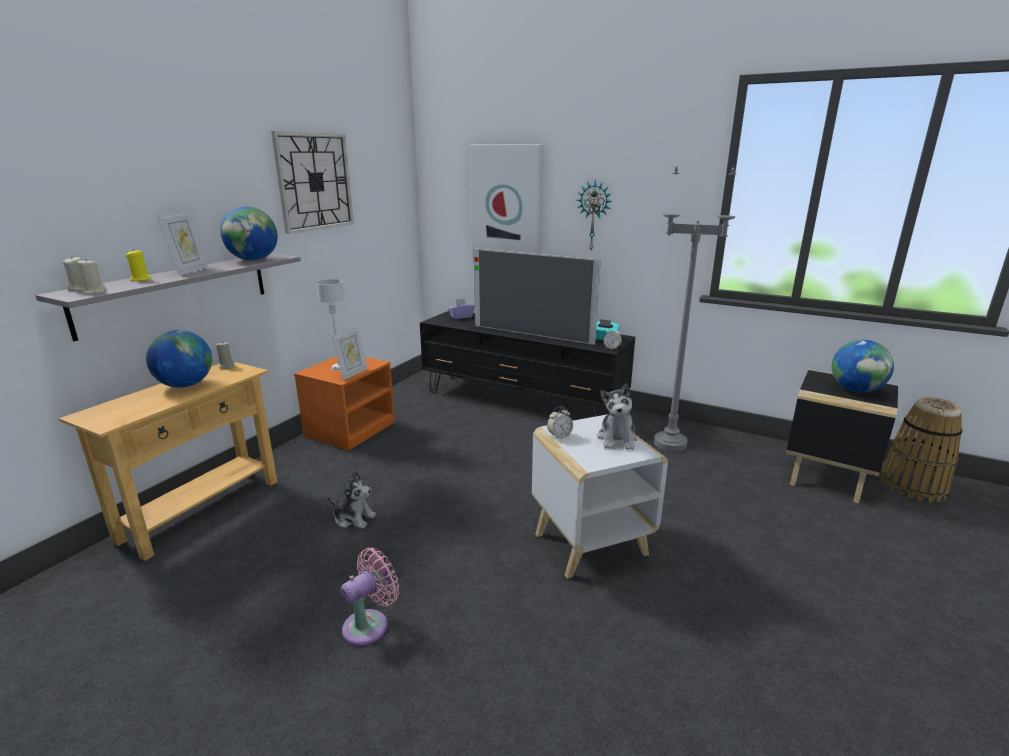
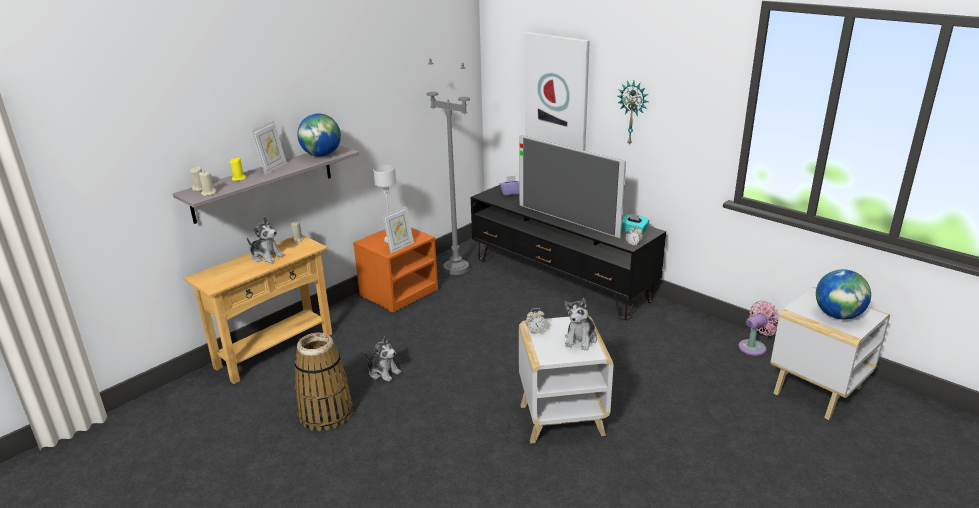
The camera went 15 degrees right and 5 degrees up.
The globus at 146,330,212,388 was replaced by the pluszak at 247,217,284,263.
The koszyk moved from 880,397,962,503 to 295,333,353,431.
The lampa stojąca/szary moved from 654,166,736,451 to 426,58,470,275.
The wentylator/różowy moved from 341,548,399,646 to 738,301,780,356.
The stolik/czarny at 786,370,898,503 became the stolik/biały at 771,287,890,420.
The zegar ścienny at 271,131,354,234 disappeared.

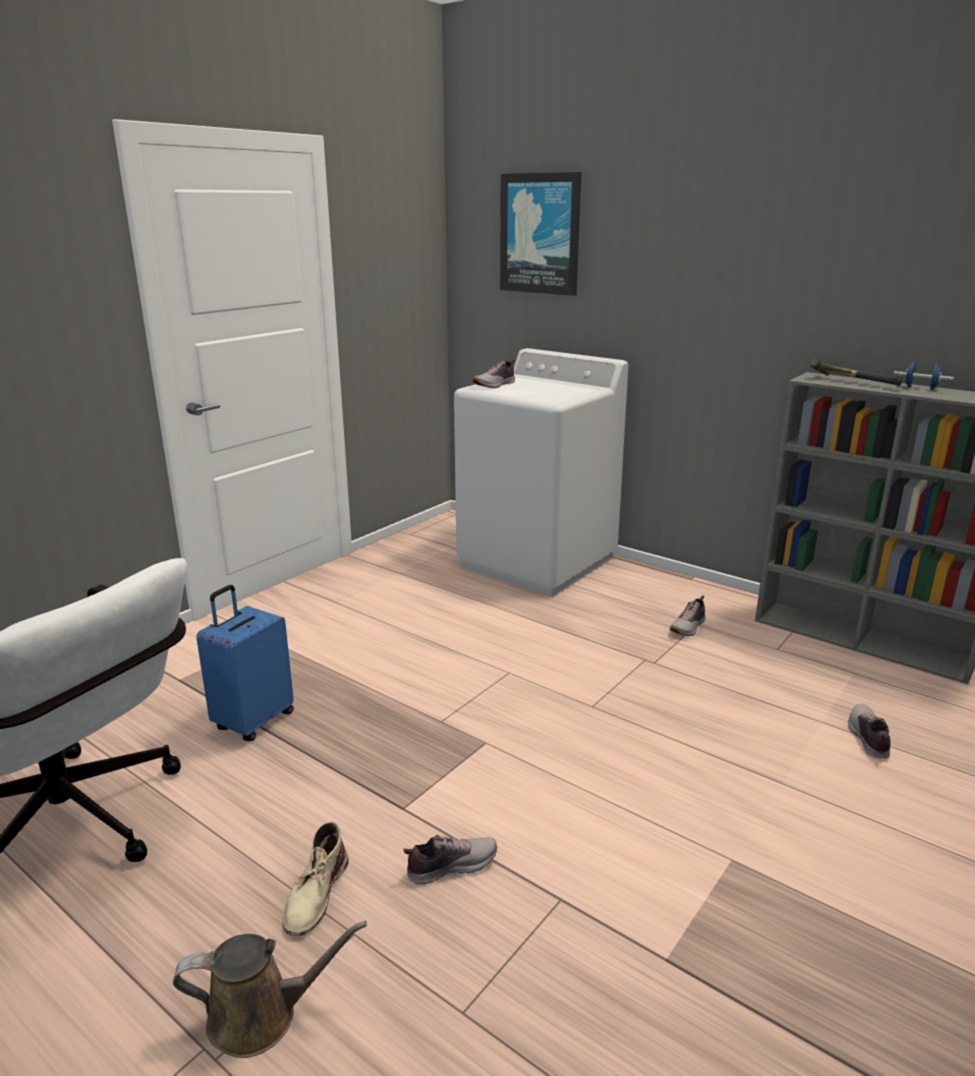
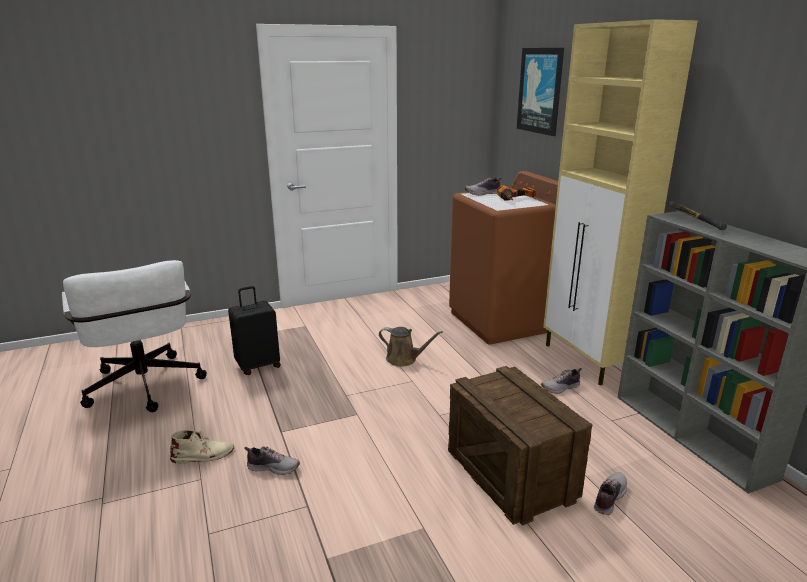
The camera went 30 degrees right and 0 degrees up.
The but z cholewką/beżowy at 283,821,349,936 turned 150 degrees counterclockwise.
The walizka/niebieski at 196,585,294,741 became the walizka/czarny at 228,286,281,375.
The konewka/brązowy moved from 173,921,367,1058 to 379,327,443,367.
The skrzynka at 448,366,593,526 appeared.
The pralka/biały at 454,348,628,597 became the pralka/brązowy at 449,171,558,345.
The wiertarka at 497,186,536,200 appeared.
The szafka/beżowy at 543,19,698,385 appeared.
The hantel/niebieski at 893,362,954,390 disappeared.

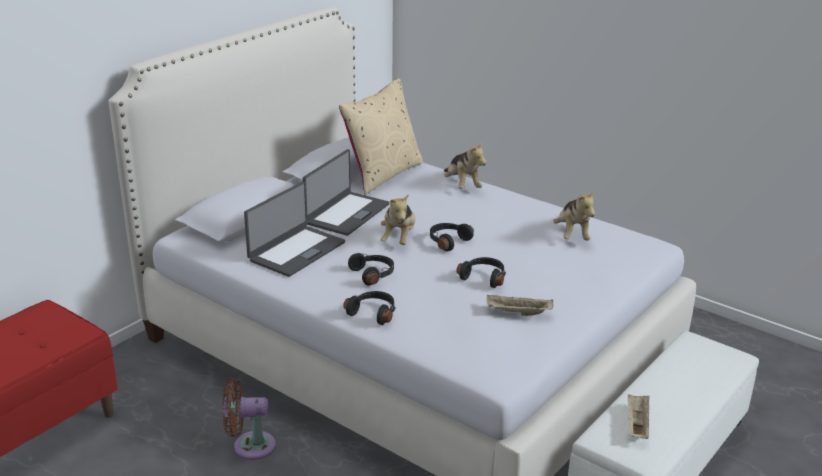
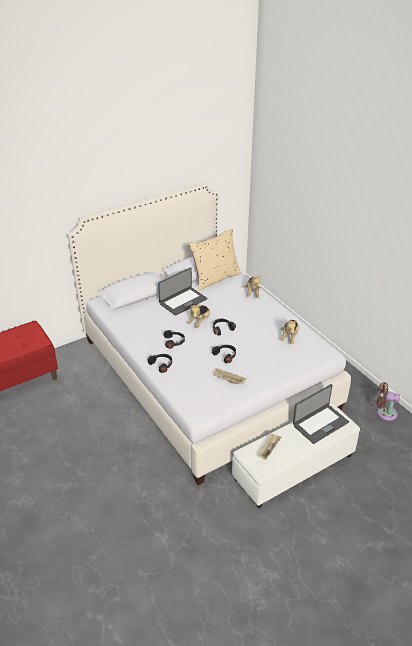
The camera went 20 degrees right and 10 degrees up.
The laptop moved from 244,181,345,277 to 293,384,349,444.
The wentylator/brązowy moved from 223,379,276,460 to 377,382,400,421.

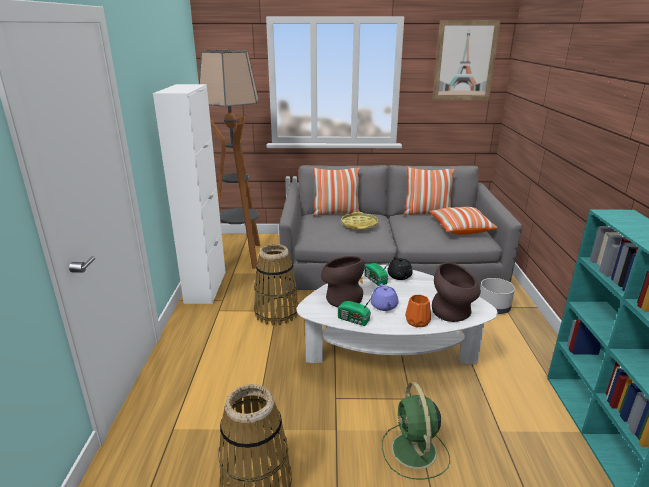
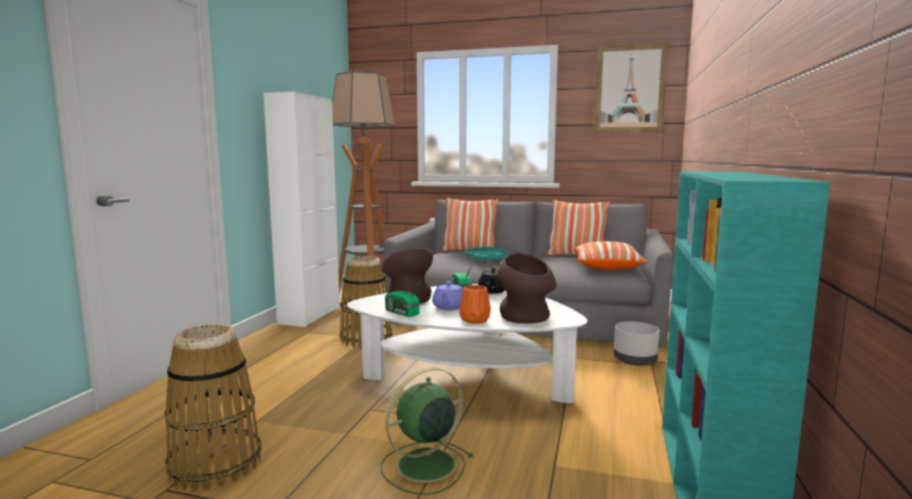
The camera went 15 degrees right and 15 degrees down.
The wentylator/zielony at 382,382,450,480 turned 45 degrees clockwise.
The taca/żółty at 341,212,378,230 became the taca/turkusowy at 464,247,508,261.

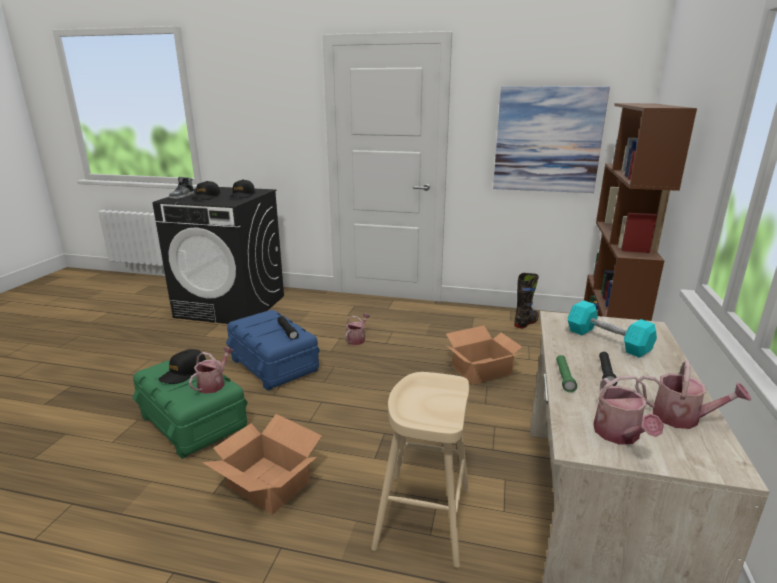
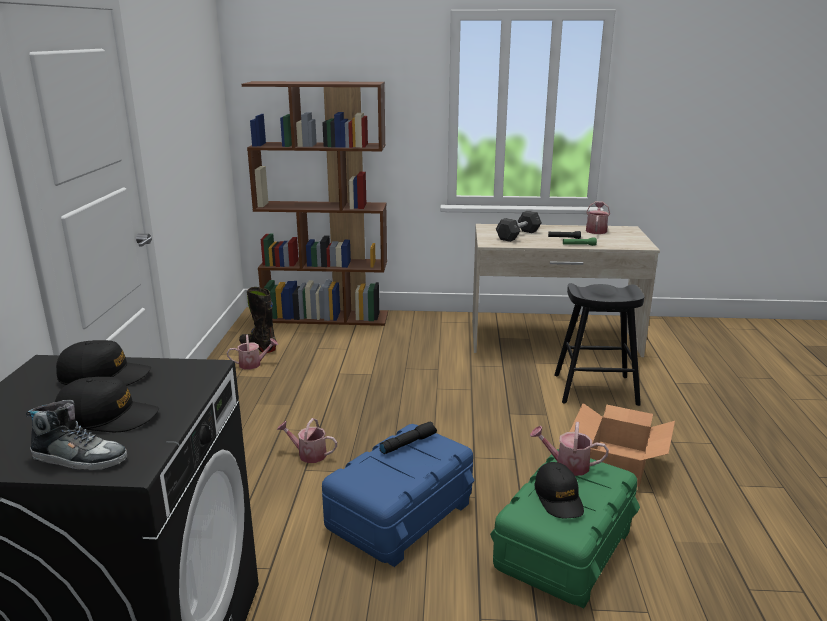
The camera went 100 degrees left and 0 degrees up.
The konewka moved from 593,375,664,445 to 227,334,278,370.
The hantel/turkusowy at 568,300,657,358 became the hantel/szary at 496,211,542,242.
The czapka z daszkiem/czarny at 158,349,206,384 turned 60 degrees clockwise.
The stołek/beżowy at 371,372,469,568 became the stołek/czarny at 554,283,644,406.
The karton at 446,326,523,385 disappeared.
The obraz at 493,86,610,193 disappeared.

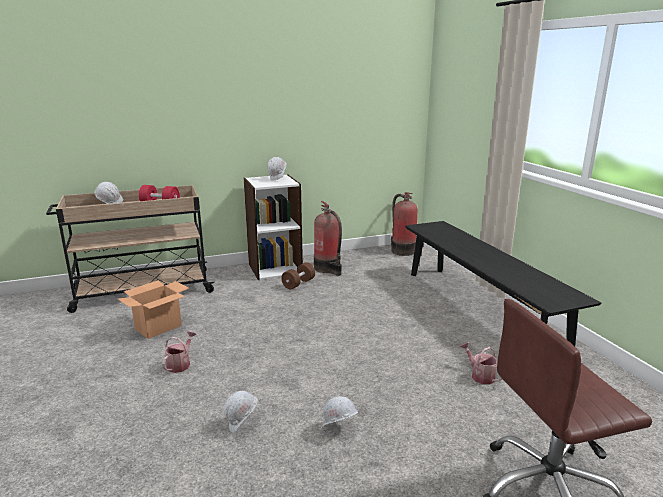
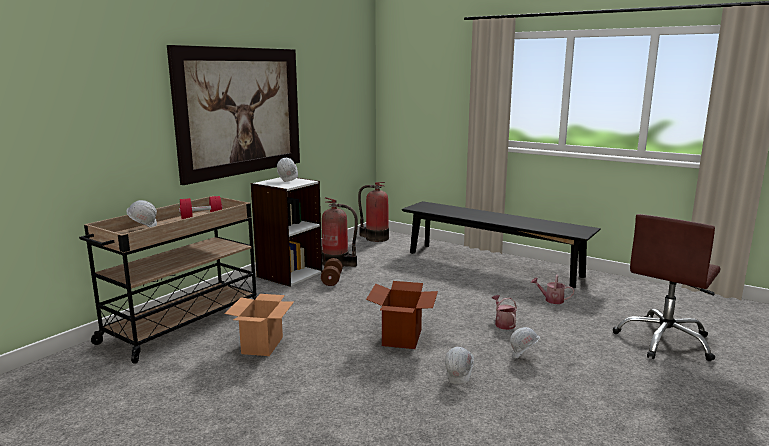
The camera went 35 degrees left and 5 degrees down.
The obraz at 167,45,300,185 appeared.
The karton at 366,281,438,349 appeared.
The konewka moved from 162,331,196,373 to 492,295,517,330.

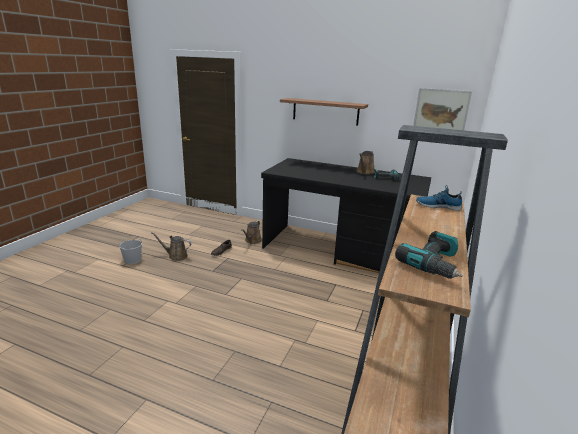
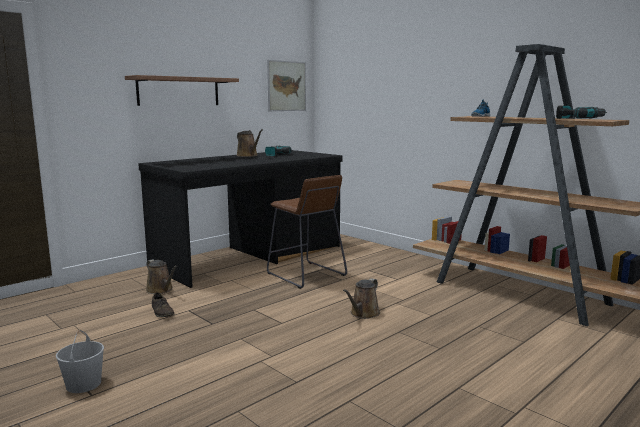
The camera went 65 degrees left and 10 degrees down.
The stołek/brązowy at 267,175,347,289 appeared.
The konewka/brązowy moved from 151,232,191,261 to 343,278,380,319.

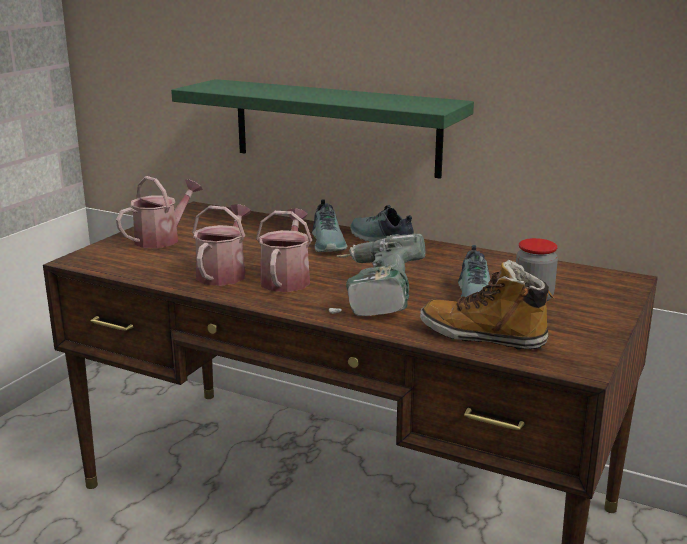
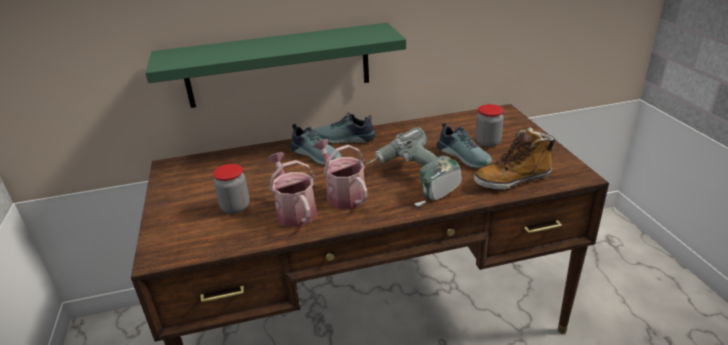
The camera went 40 degrees left and 10 degrees up.
The słoik at 213,164,250,214 appeared.
The konewka at 116,176,203,248 disappeared.

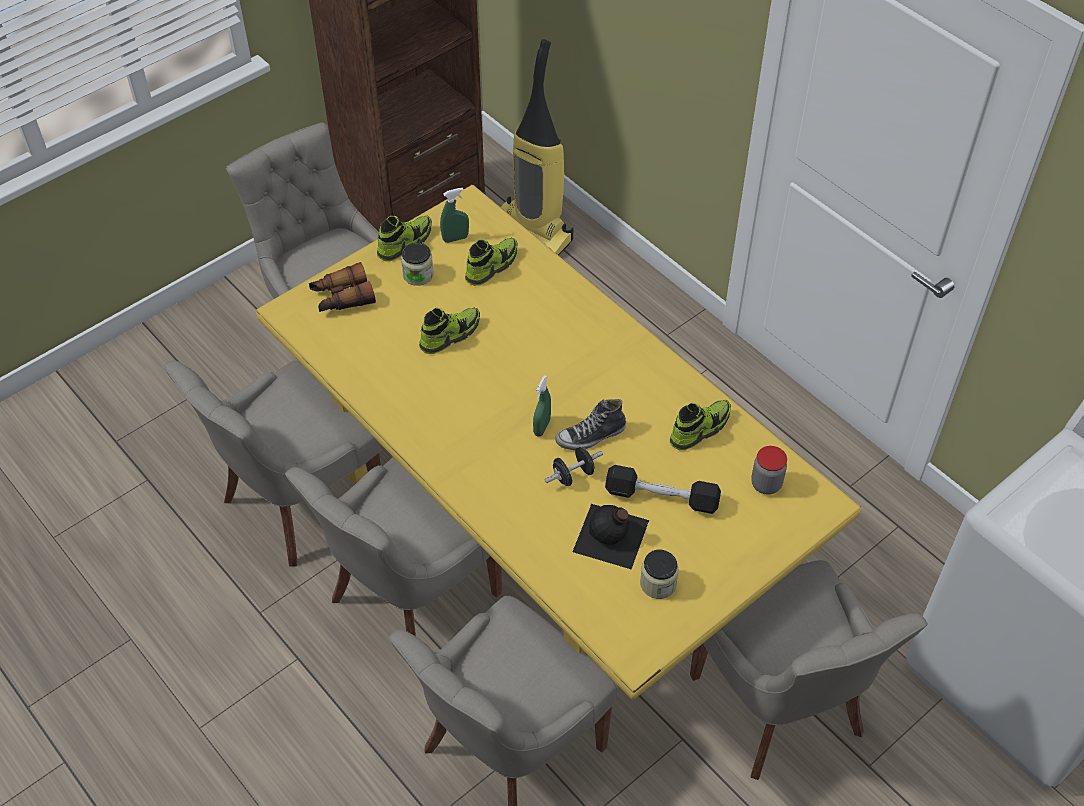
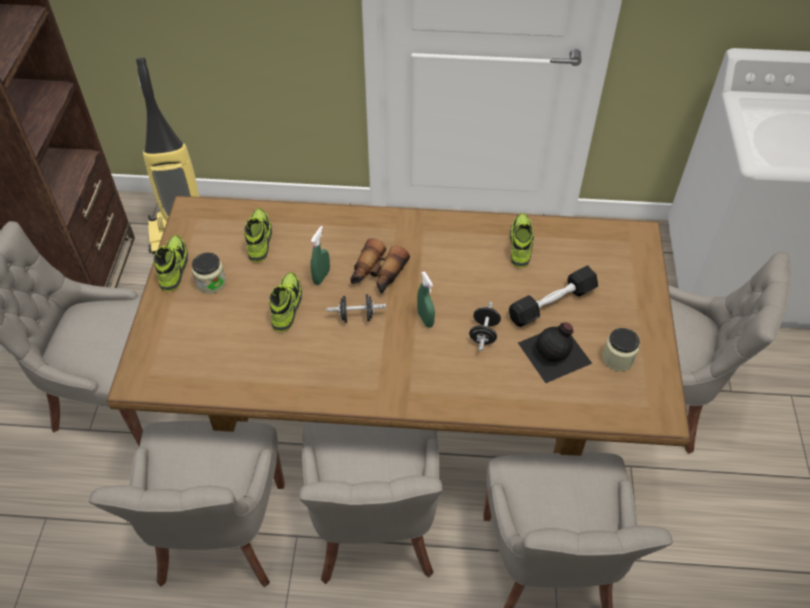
The camera went 45 degrees left and 0 degrees up.
The stół jadalny/żółty at 256,185,861,700 became the stół jadalny/brązowy at 106,196,691,456.
The spryskiwacz/zielony moved from 440,188,469,243 to 311,226,330,285.
The hantel/czarny at 327,294,386,323 appeared.
The lornetka moved from 309,262,376,312 to 350,238,410,294.
The but at 555,399,626,450 disappeared.
The słoik at 751,446,787,495 disappeared.

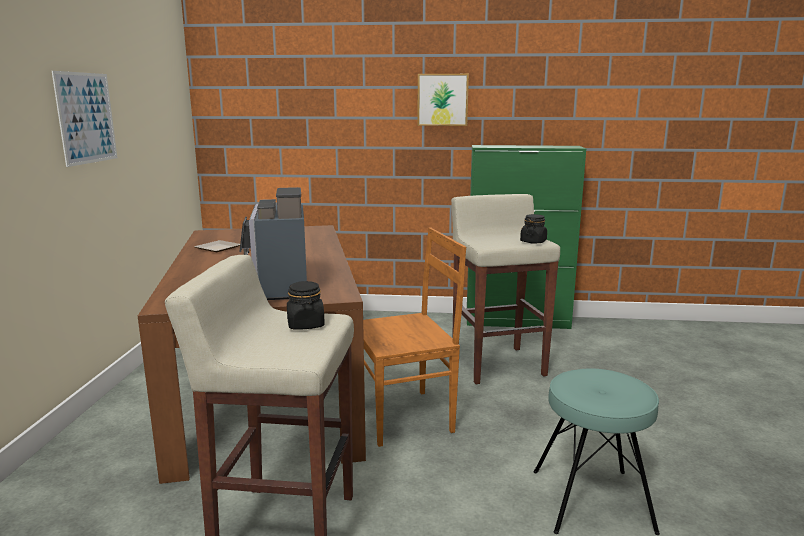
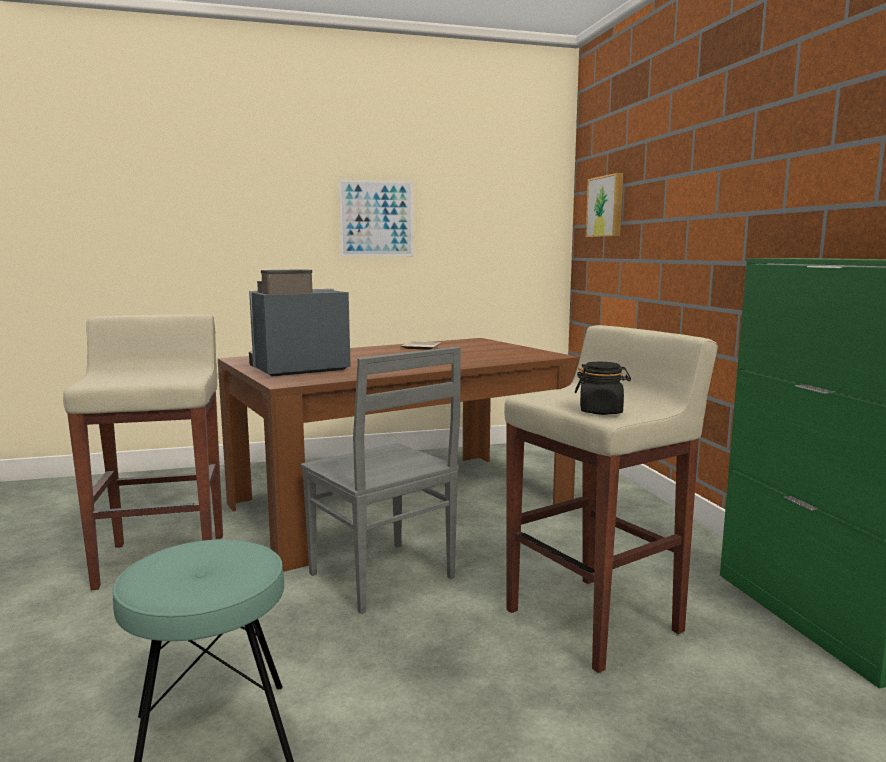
The camera went 70 degrees right and 5 degrees down.
The krzesło/brązowy at 363,227,466,447 became the krzesło/szary at 301,347,461,614.
The obraz moved from 417,74,469,126 to 586,173,623,237.
The słoik/czarny at 287,281,325,329 disappeared.

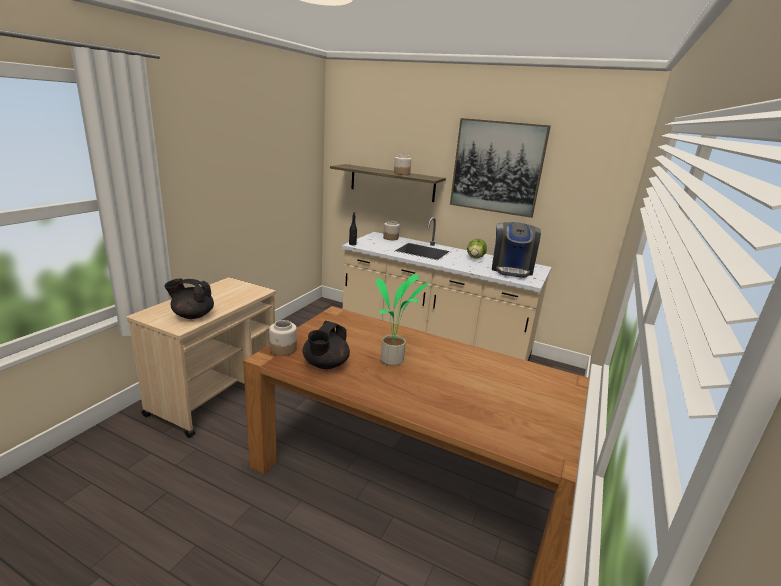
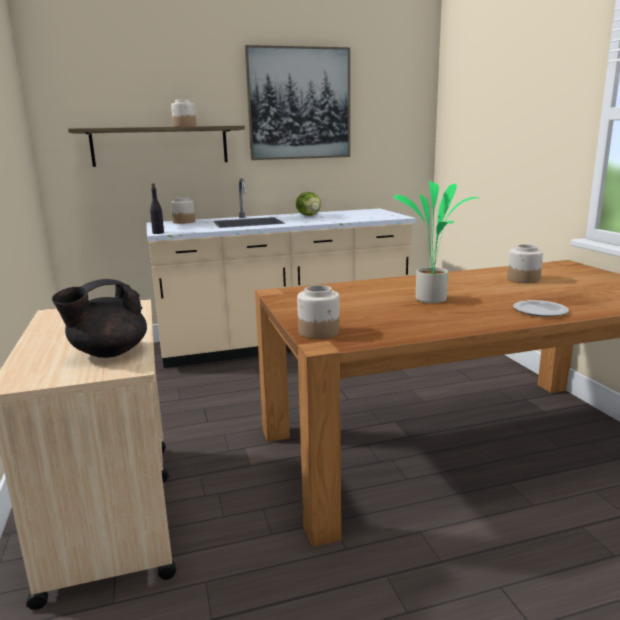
The camera went 40 degrees left and 5 degrees down.
The słoik at 507,244,543,283 appeared.
The talerz at 513,300,569,317 appeared.
The imbryk/czarny at 302,321,350,369 disappeared.
The ekspres do kawy at 492,222,541,278 disappeared.

